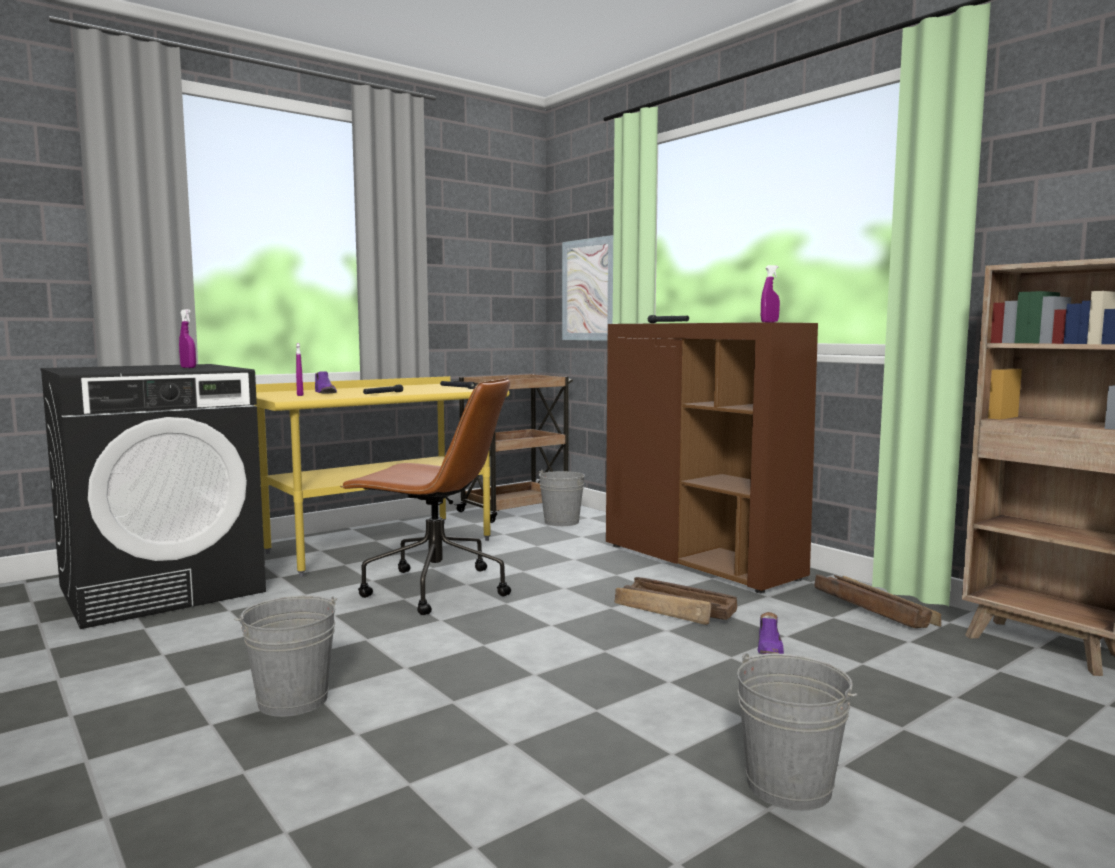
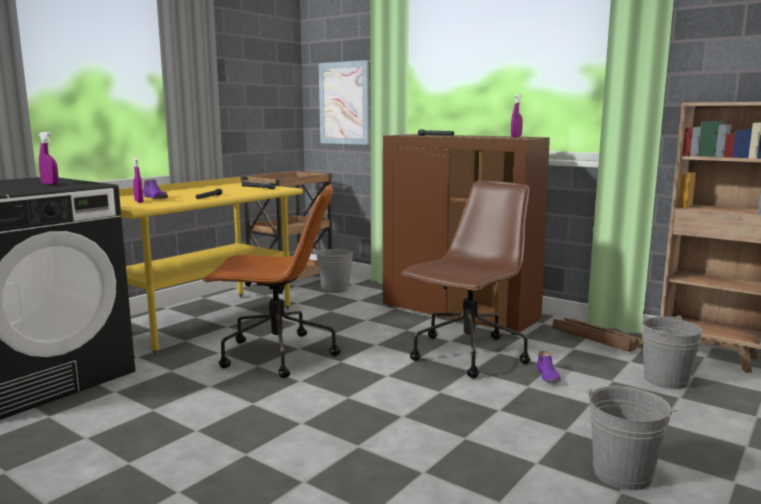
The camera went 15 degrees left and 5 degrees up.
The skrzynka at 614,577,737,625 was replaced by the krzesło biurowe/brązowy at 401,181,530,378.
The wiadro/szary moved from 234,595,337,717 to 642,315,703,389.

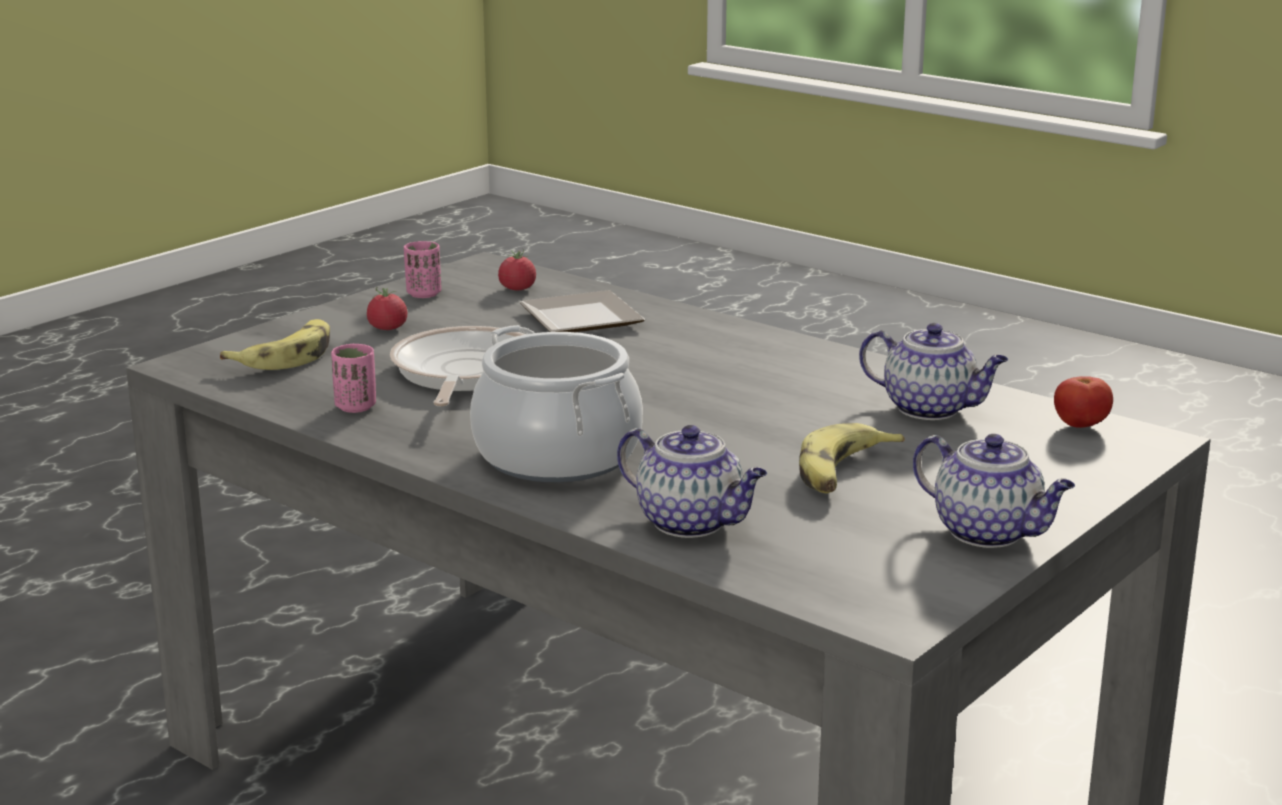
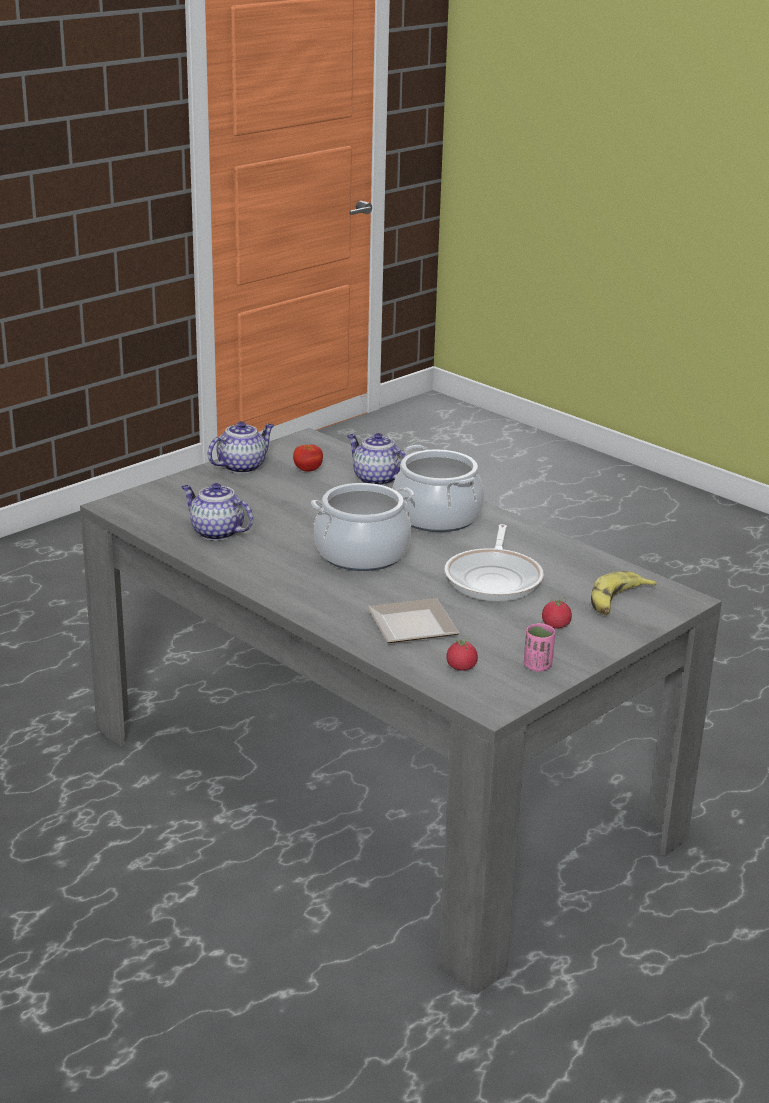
The camera went 175 degrees left and 5 degrees up.
The imbryk at 913,434,1075,548 turned 90 degrees clockwise.
The pomidor moved from 1054,376,1113,428 to 293,444,323,472.
The garnek at 311,483,414,571 appeared.
The filiżanka/różowy at 331,343,376,413 disappeared.
The banan at 799,423,905,493 disappeared.

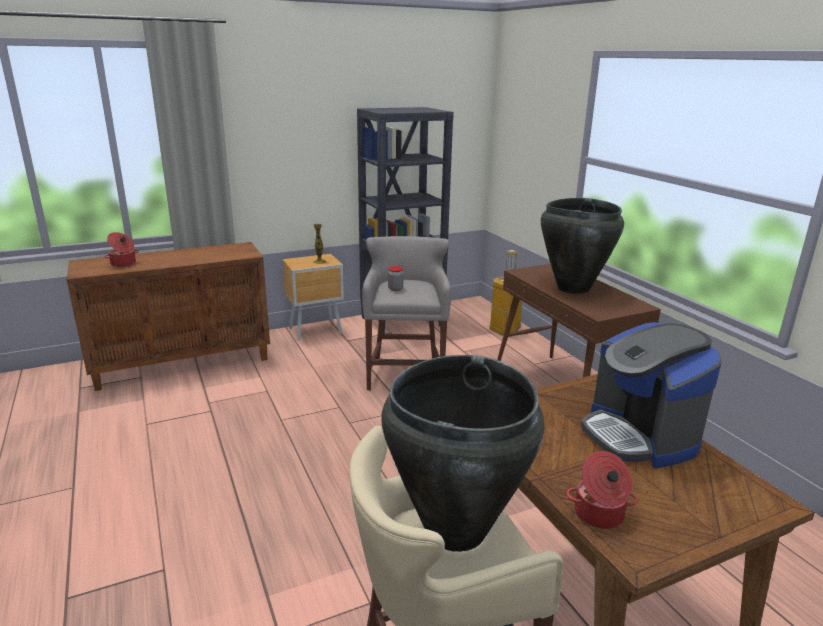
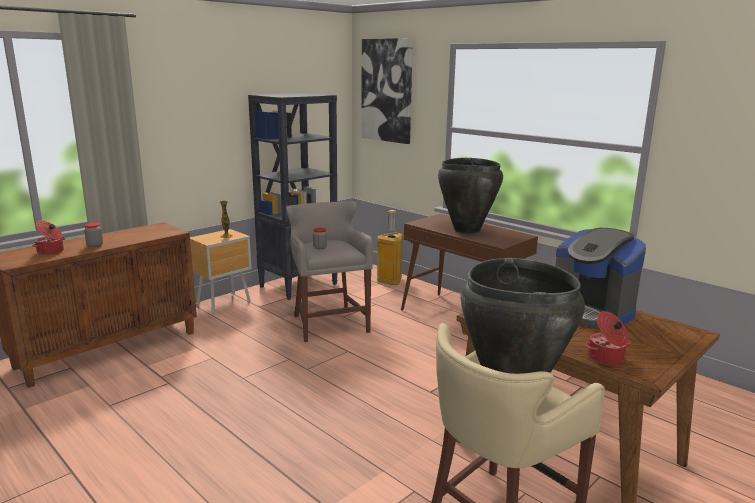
The camera went 20 degrees left and 5 degrees down.
The słoik at 84,223,103,247 appeared.
The obraz at 361,38,413,144 appeared.

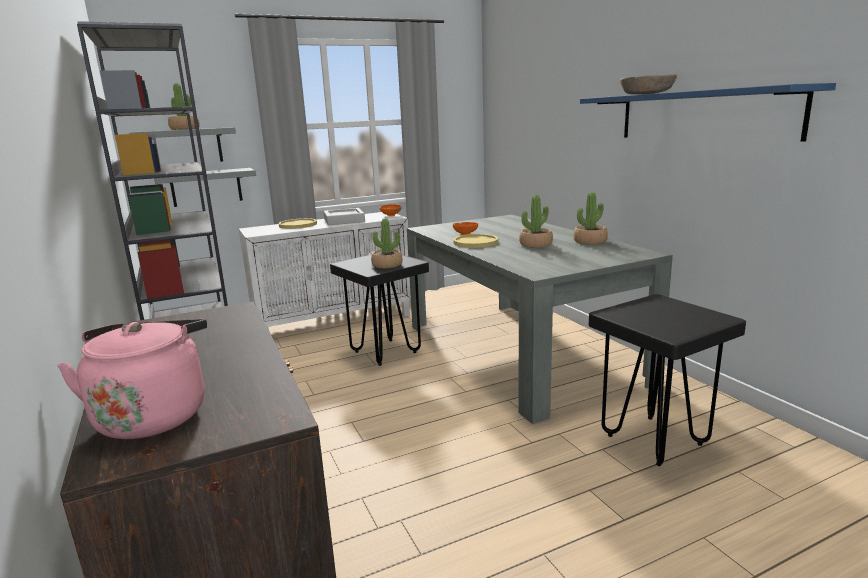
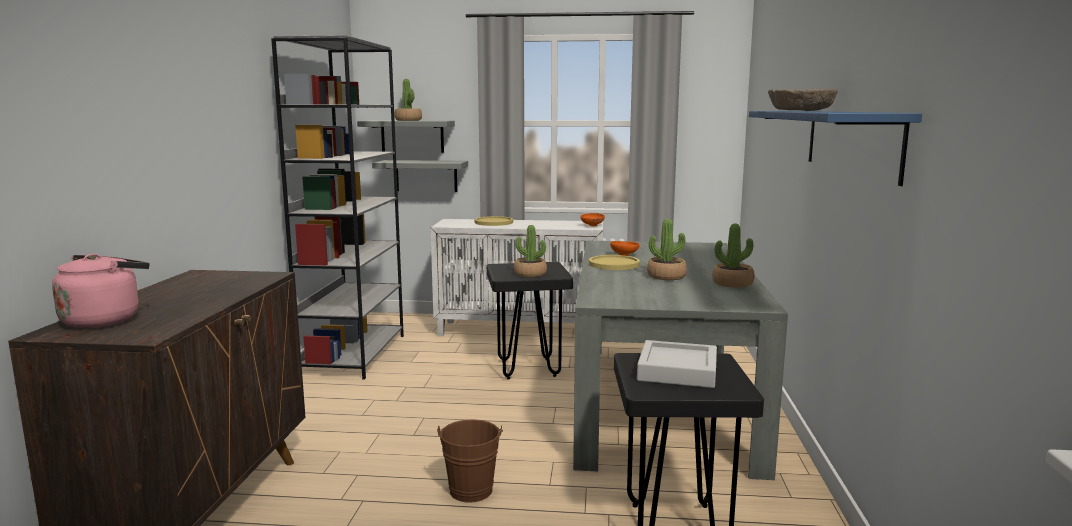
The camera went 30 degrees right and 5 degrees down.
The wiadro/brązowy at 437,419,503,503 appeared.
The taca/szary moved from 324,208,365,225 to 637,340,717,388.

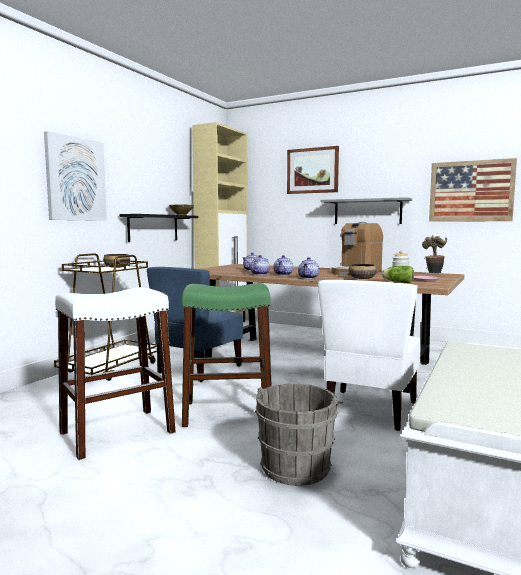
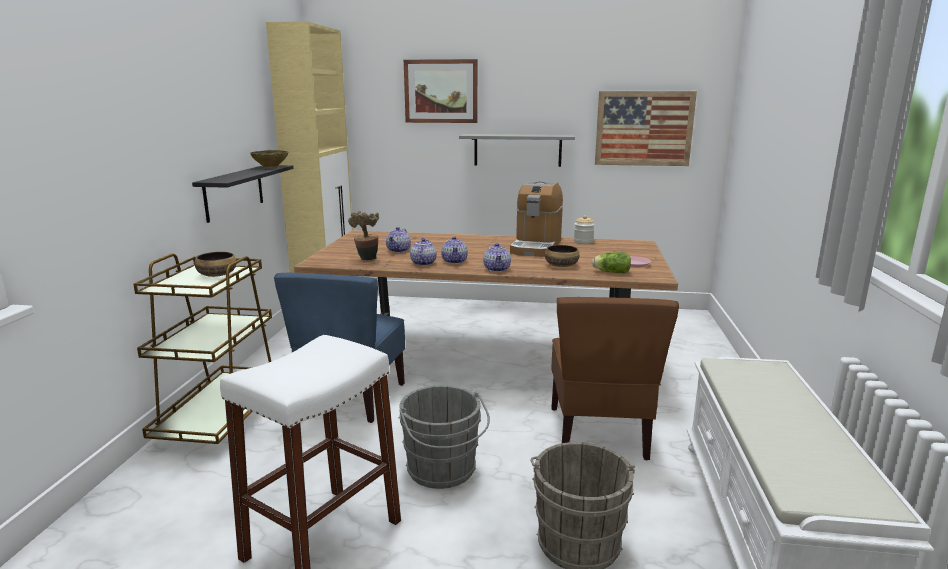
The camera went 20 degrees left and 10 degrees up.
The roślina doniczkowa moved from 422,235,447,273 to 348,210,379,260.
The stołek/zielony at 182,283,272,427 was replaced by the wiadro/szary at 399,385,490,489.
The krzesło/biały at 318,280,421,431 became the krzesło/brązowy at 551,297,679,460.
The obraz at 44,131,107,221 disappeared.

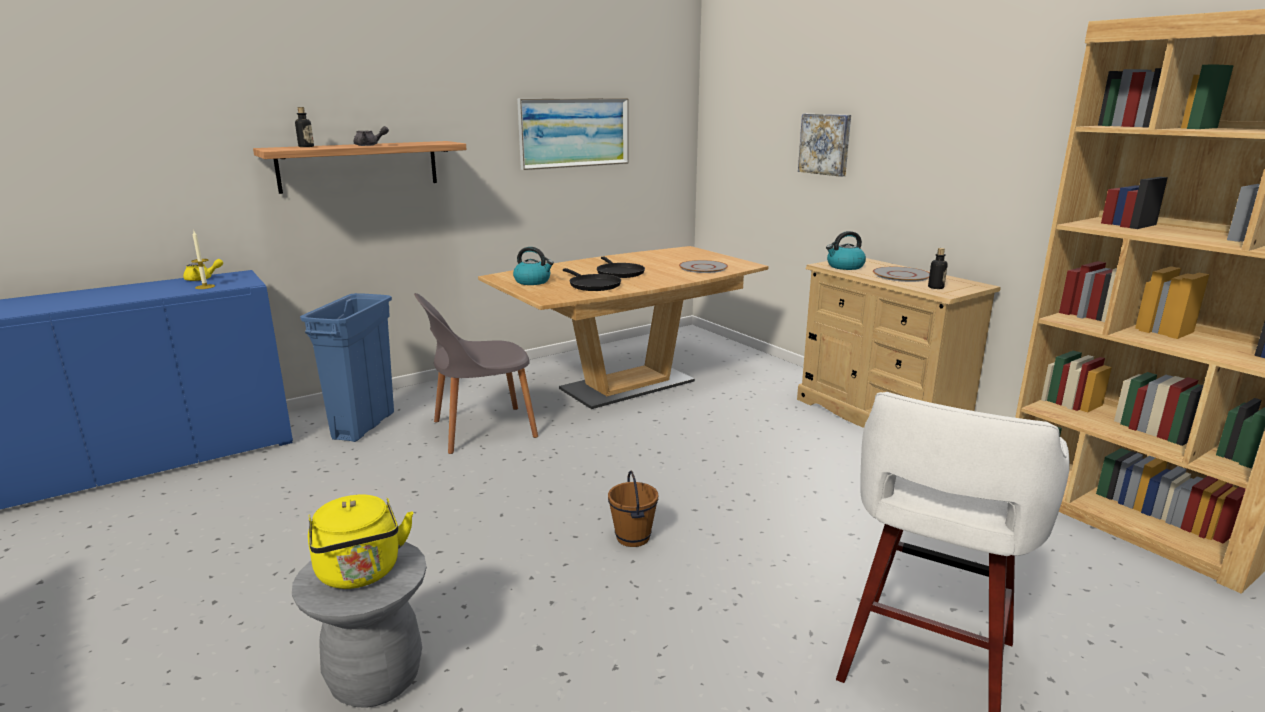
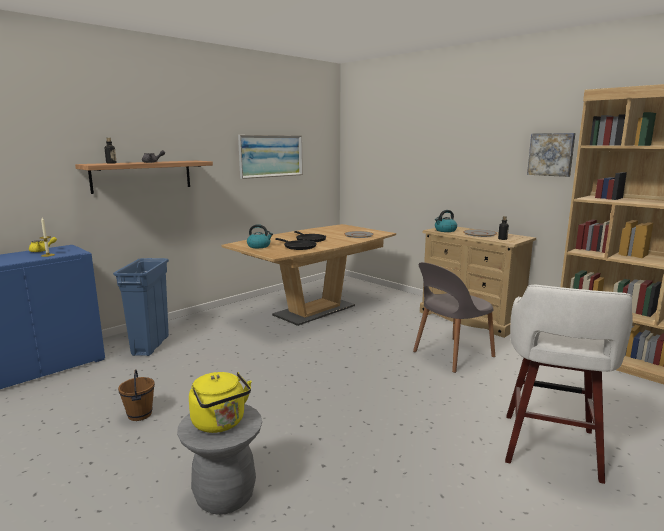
The camera went 10 degrees left and 5 degrees down.
The wiadro/brązowy moved from 608,471,658,547 to 118,369,155,421.
The krzesło/szary moved from 414,293,538,454 to 413,262,495,373.
The obraz moved from 798,114,851,177 to 527,133,575,177.

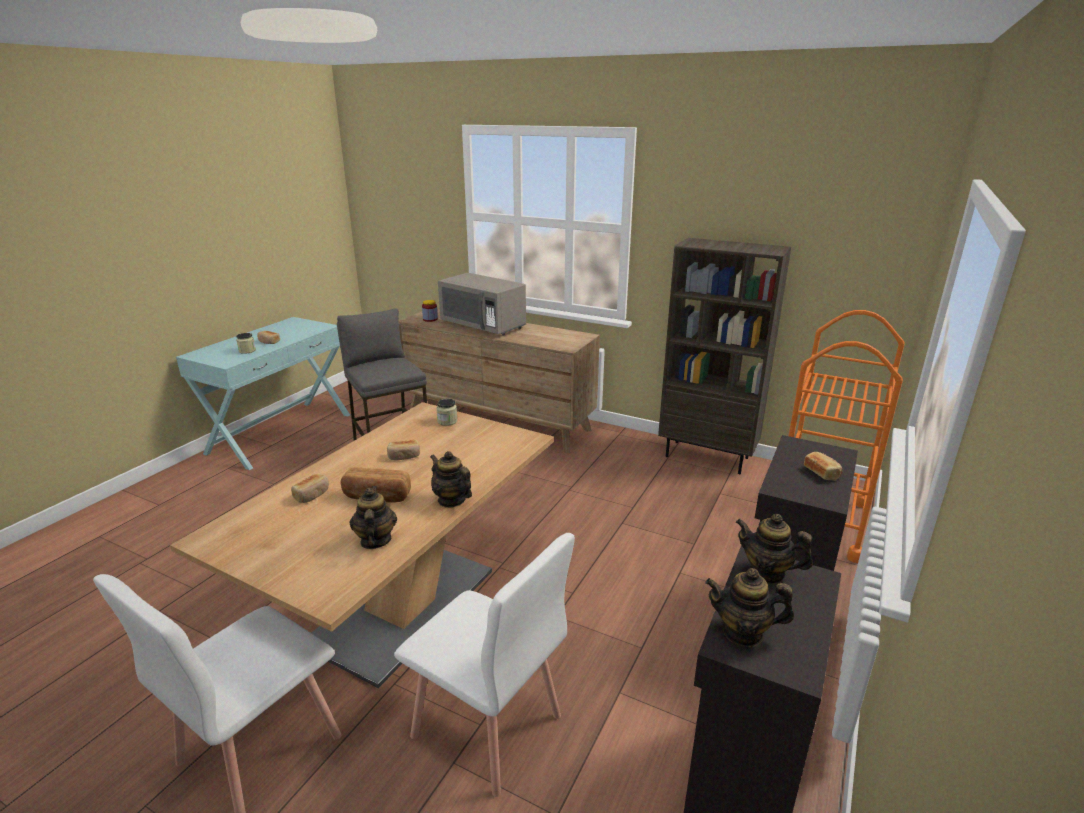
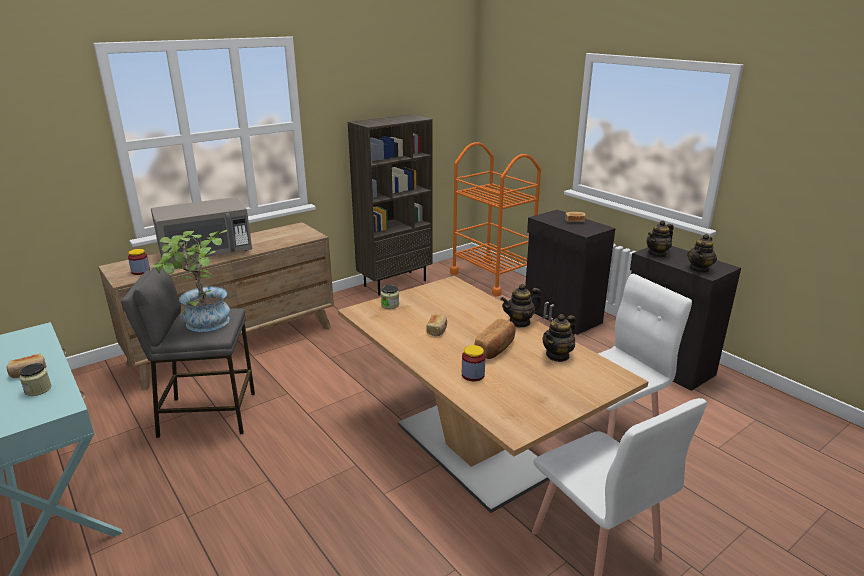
The camera went 65 degrees left and 0 degrees up.
The roślina doniczkowa at 152,230,230,332 appeared.
The chleb at 291,474,329,503 was replaced by the słoik at 462,345,485,381.
The imbryk at 349,486,397,549 turned 60 degrees counterclockwise.

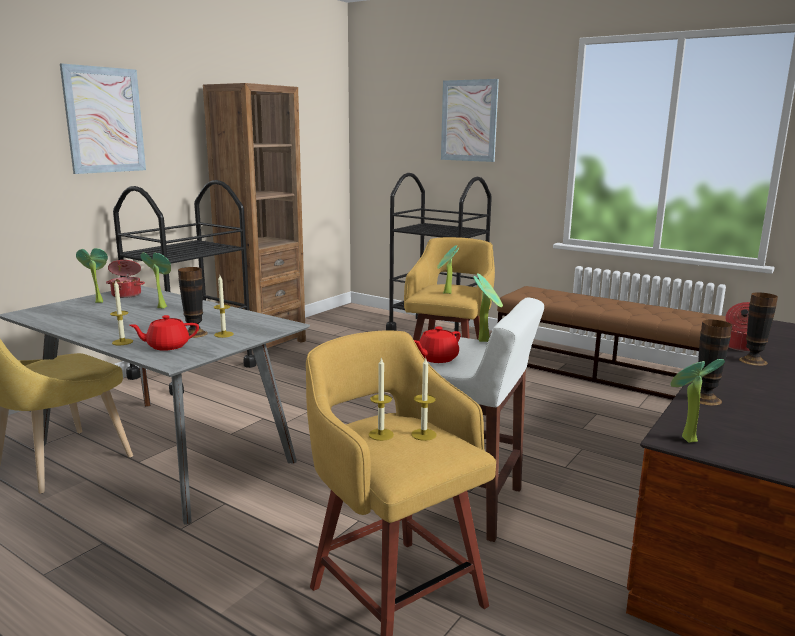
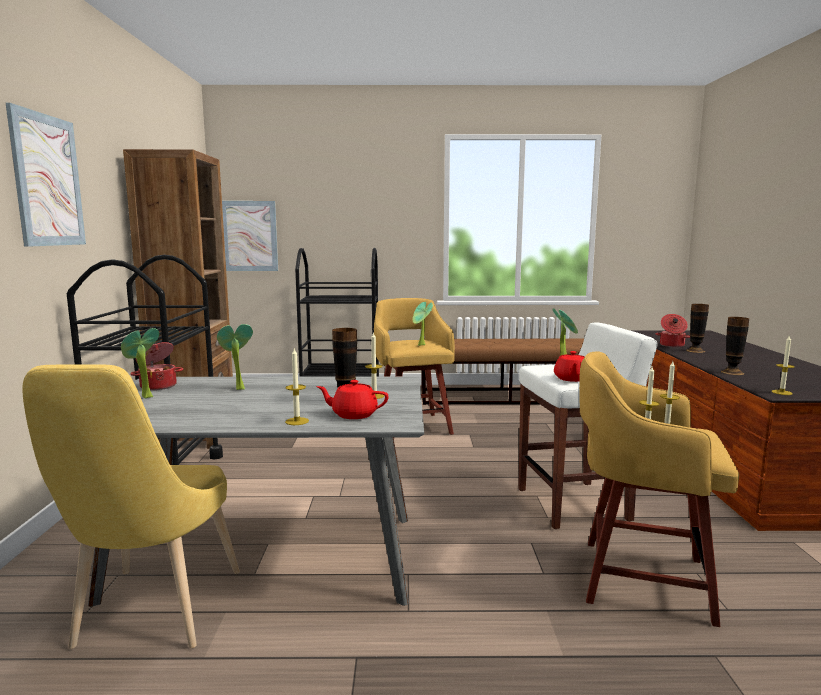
The camera went 35 degrees left and 5 degrees down.
The obraz moved from 441,79,499,162 to 222,201,278,271.
The imbryk/czerwony at 129,315,199,351 turned 60 degrees clockwise.
The roślina doniczkowa at 670,359,725,443 was replaced by the świeca at 771,335,795,395.

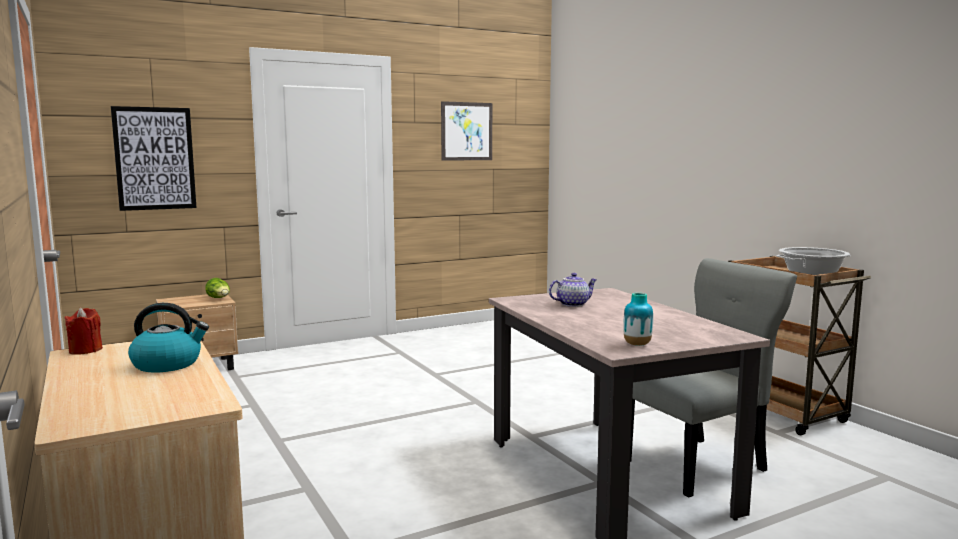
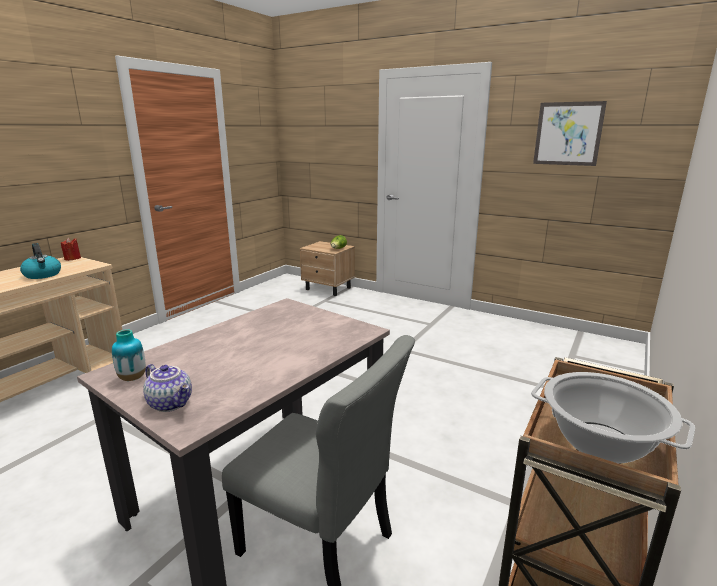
The camera went 60 degrees right and 10 degrees up.
The imbryk moved from 549,273,597,307 to 143,364,192,412.
The obraz at 111,106,196,211 disappeared.

